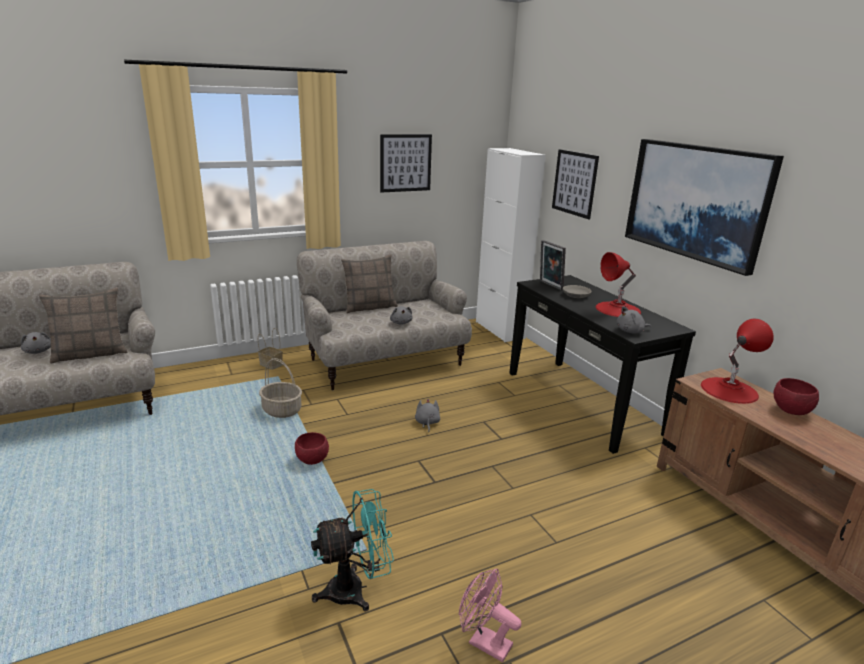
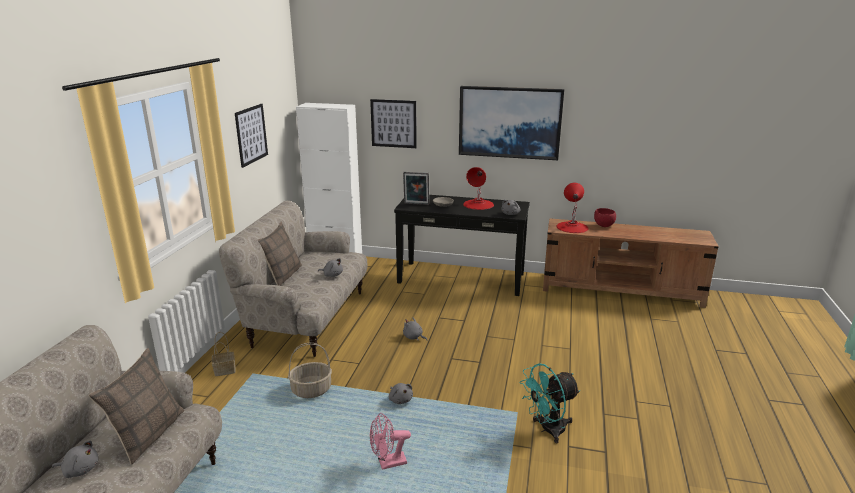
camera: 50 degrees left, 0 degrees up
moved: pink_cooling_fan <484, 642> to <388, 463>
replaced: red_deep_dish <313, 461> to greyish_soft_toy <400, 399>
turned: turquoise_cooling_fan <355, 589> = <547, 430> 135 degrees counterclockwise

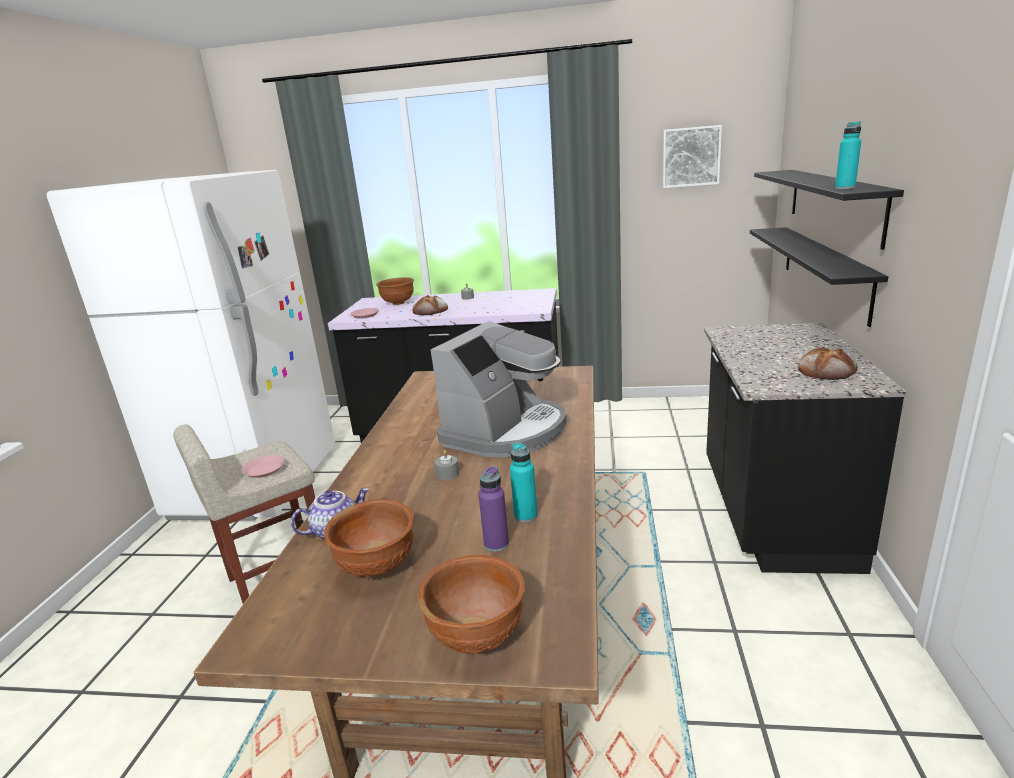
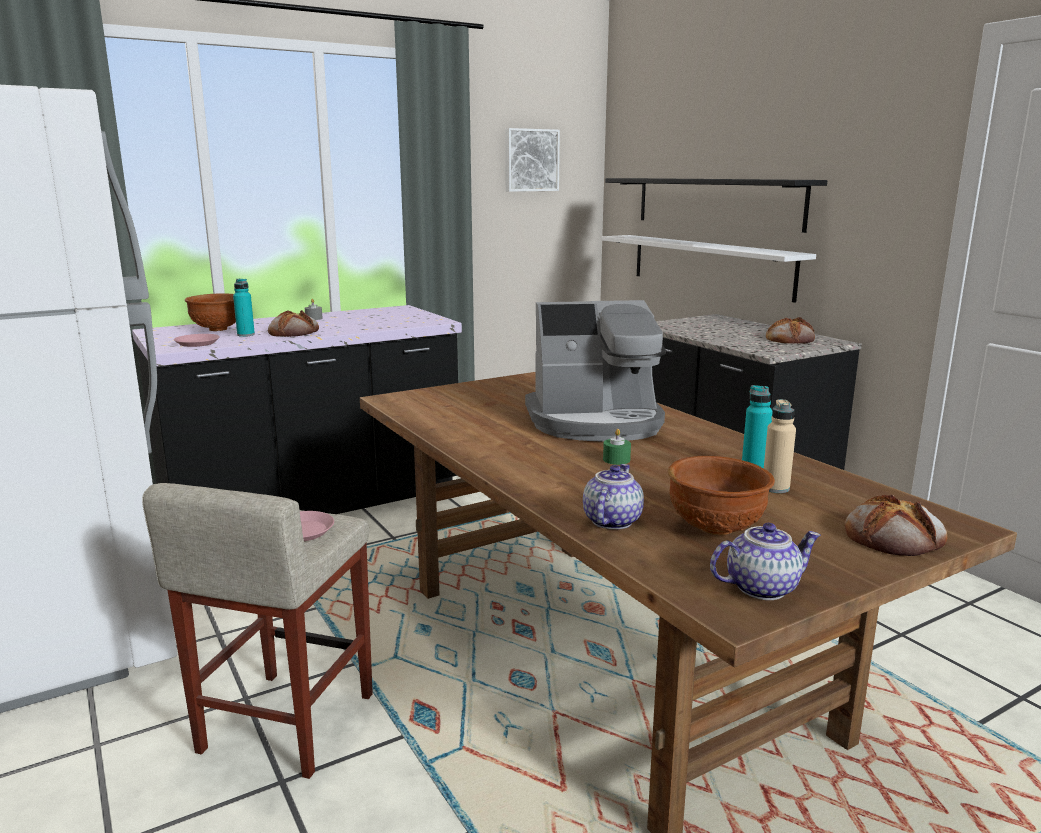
camera: 40 degrees left, 5 degrees down
added: teapot <761, 587>
moved: turquoise_bottle <845, 188> to <246, 335>
replaced: brownish_deep_dish <478, 636> to bakery_bread <894, 536>
recoloured: greyish_wax_light <447, 474> to green_wax_light <616, 459>; purplish_bottle <496, 544> to sand-coloured_bottle <775, 488>; black-coloured_shelf <824, 270> to white_shelf <709, 265>
turned: coffee_brewer <506, 431> = <596, 422> 90 degrees clockwise

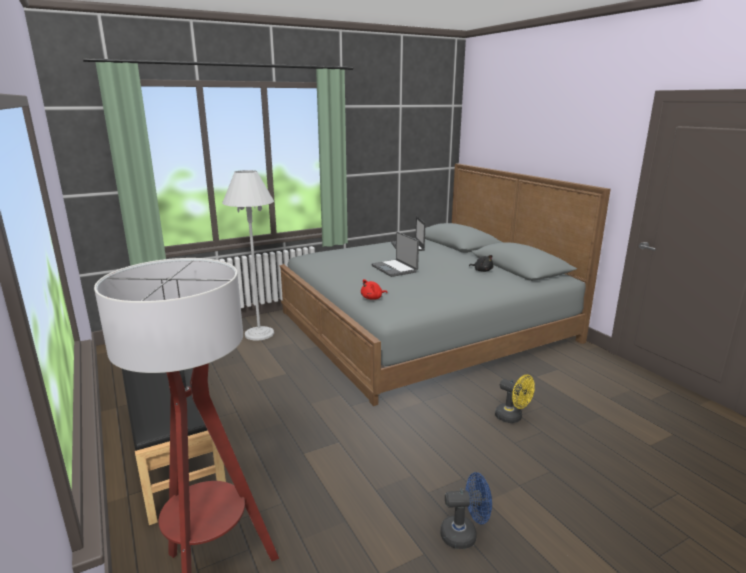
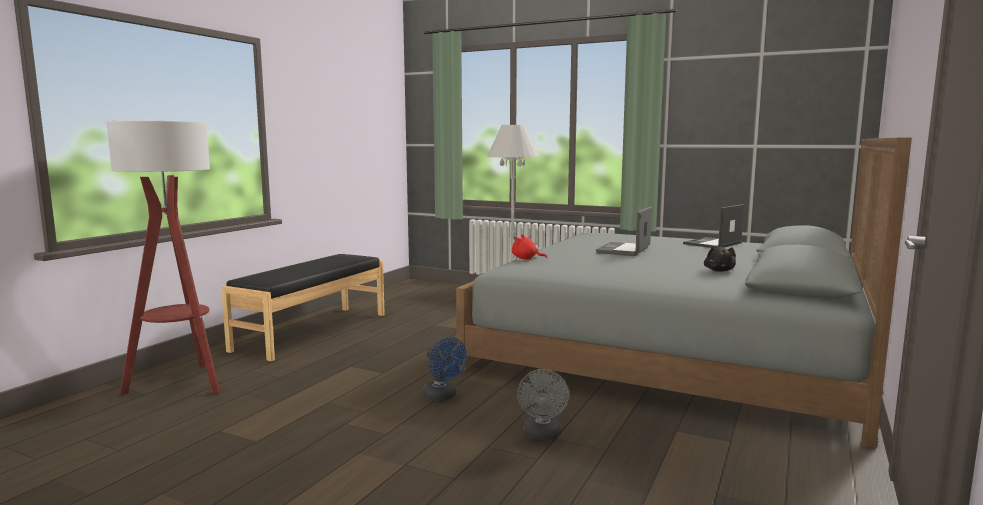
camera: 55 degrees right, 10 degrees down
moved: blue-coloured_cooling_fan <464, 534> to <443, 397>
recoloured: yellow-coloured_cooling_fan <512, 417> to greyish_cooling_fan <542, 435>

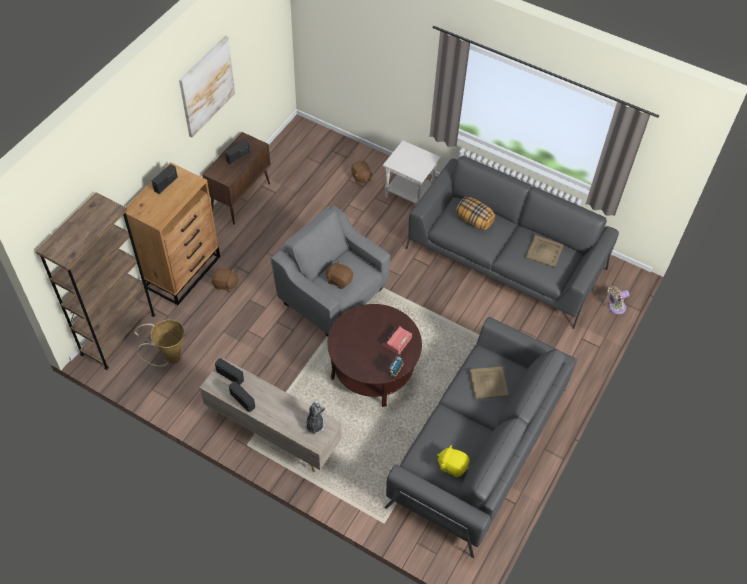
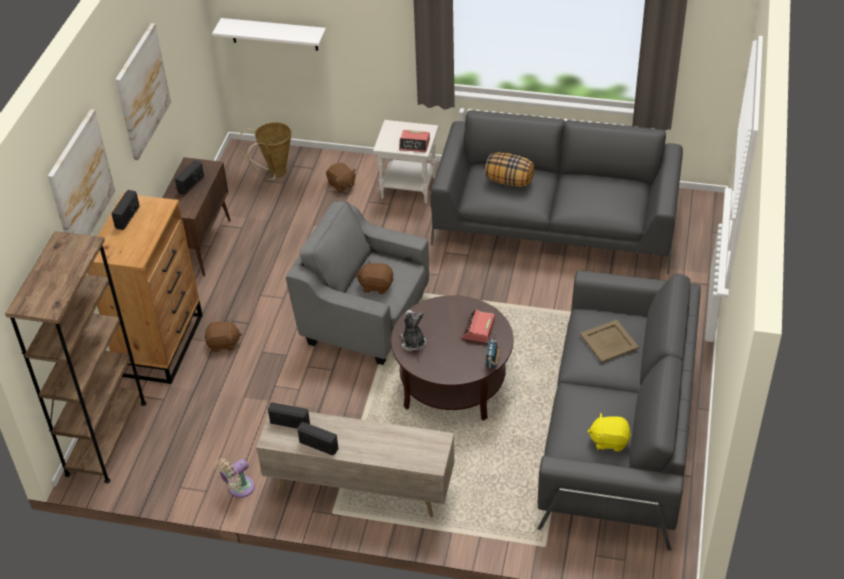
camera: 15 degrees left, 10 degrees down
removed: sand-coloured_tray <545, 251>
added: wall_picture <80, 183>; white_shelf <274, 34>; bedside_clock <414, 144>
moved: household_basket <170, 358> to <274, 174>; soft_toy <314, 424> to <413, 342>; sand-coloured_cooling_fan <615, 307> to <239, 488>

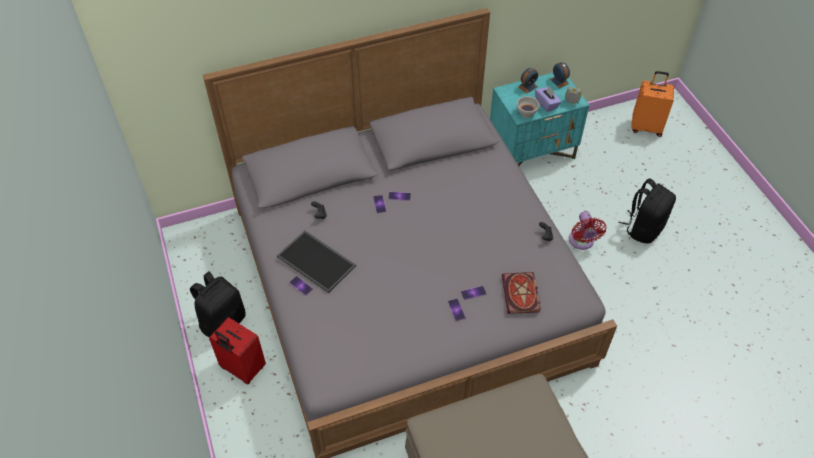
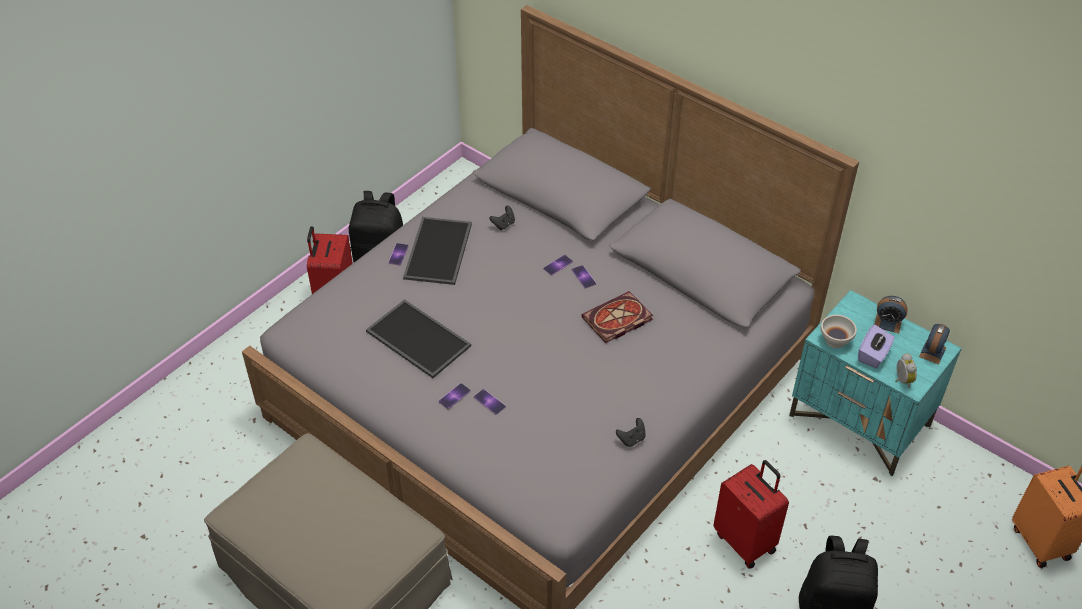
camera: 60 degrees right, 5 degrees down
added: tray <416, 339>
moved: bound_book <521, 295> to <616, 320>
replaced: red_cooling_fan <581, 242> to red_travel_case <746, 541>

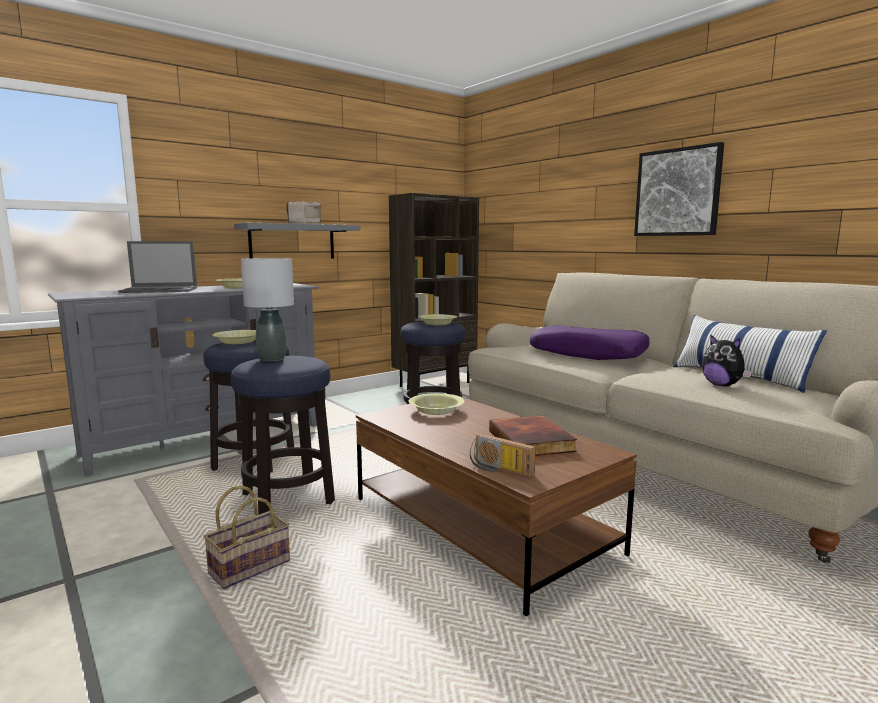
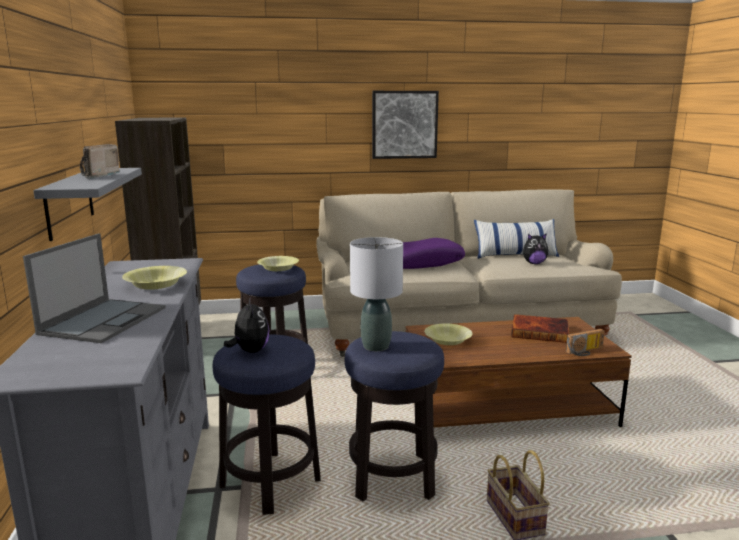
camera: 60 degrees left, 5 degrees up
replaced: yellow-coloured_deep_dish <238, 342> to soft_toy <250, 351>

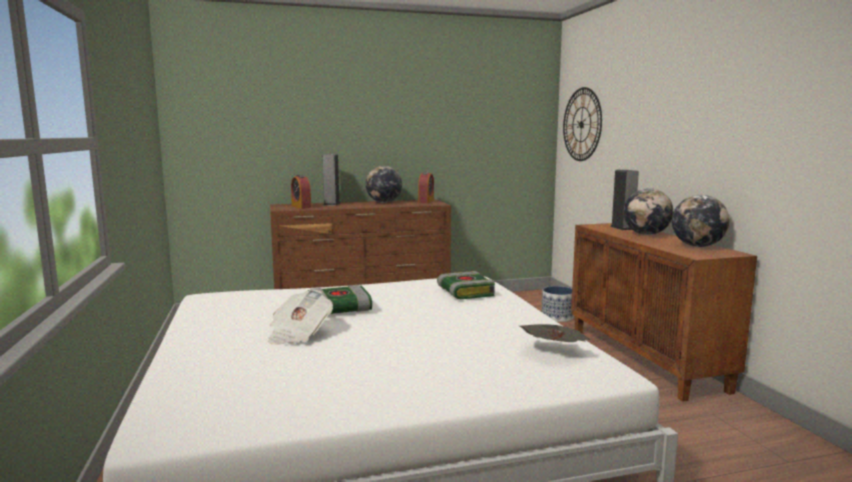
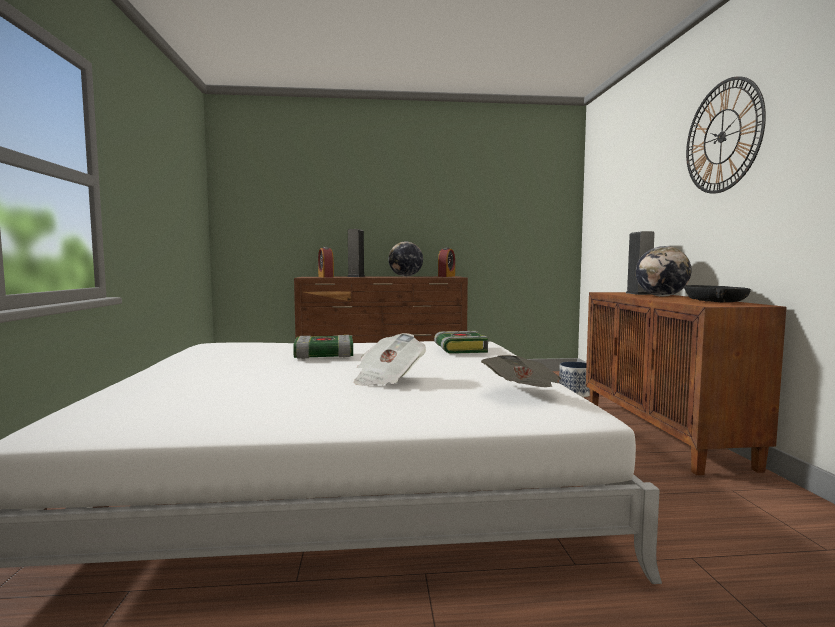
camera: 10 degrees right, 5 degrees down
moved: printed_paper <298, 334> to <387, 379>; clock_on_the_wall <581, 124> to <722, 137>
replaced: globe <697, 246> to black-coloured_deep_dish <715, 301>

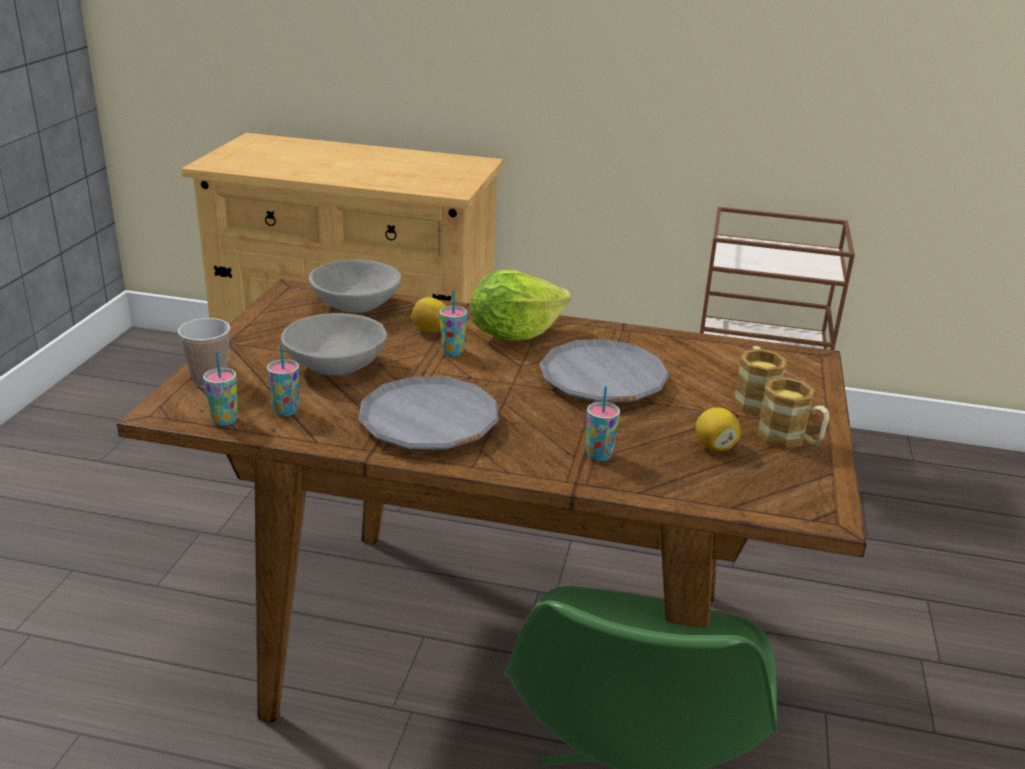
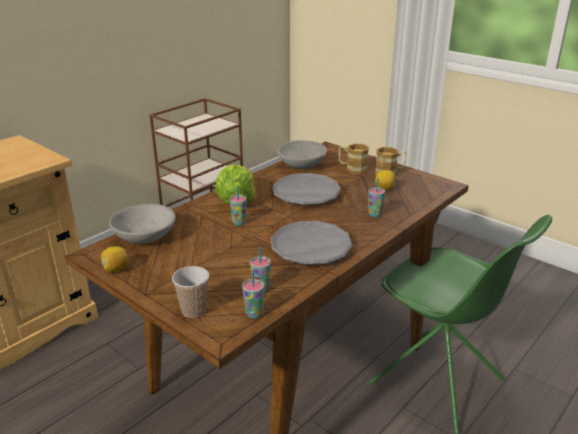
camera: 60 degrees left, 0 degrees up
moved: greyish_deep_dish <335, 366> to <302, 165>; lemon <430, 330> to <116, 269>

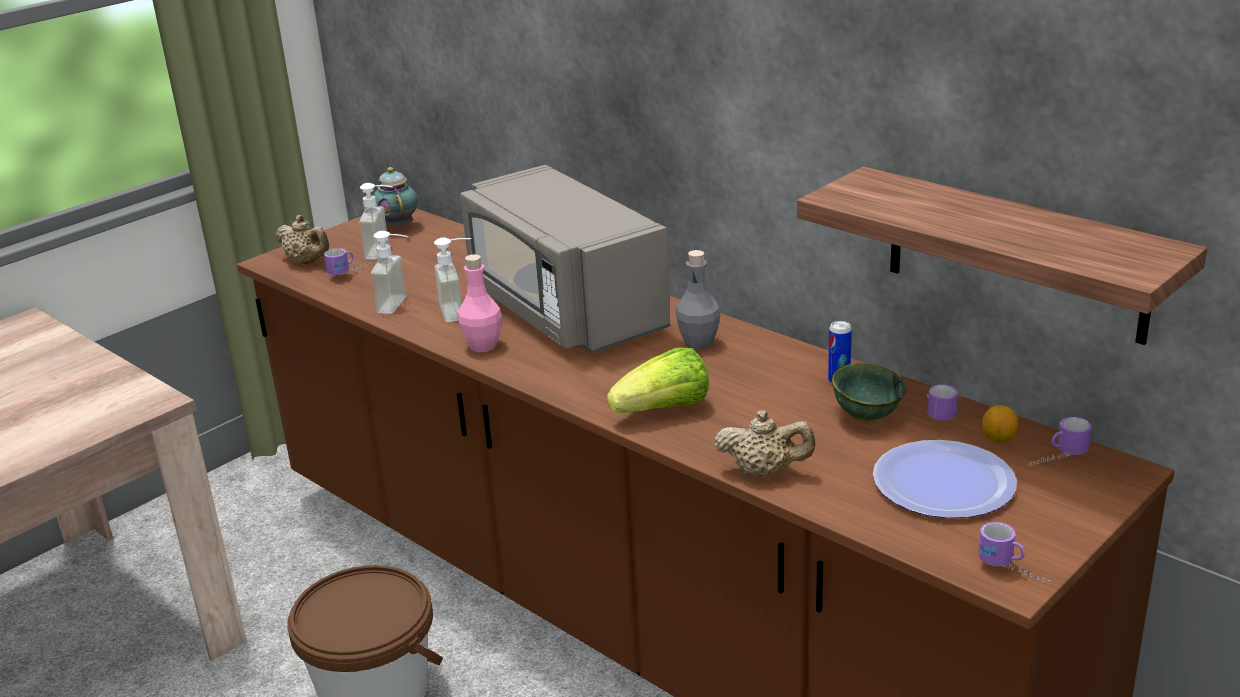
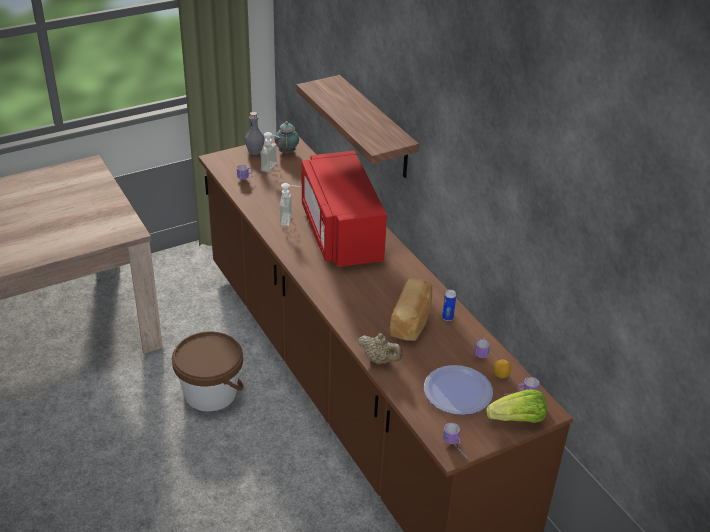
camera: 15 degrees right, 10 degrees up
removed: sand-coloured_teapot <307, 262>; soap_dispenser <400, 305>; pink_bottle <483, 346>; green_deep_dish <866, 416>
added: bakery_bread <412, 321>
moved: lettuce <664, 410> to <518, 420>; greyish_bottle <698, 343> to <255, 151>; shelf <1015, 254> to <376, 128>
recoloured: greyish_microwave_oven <564, 310> to red_microwave_oven <341, 233>

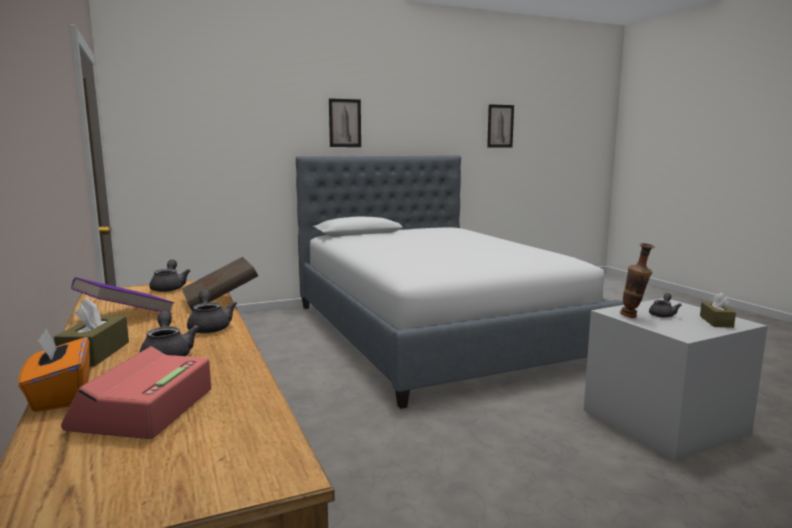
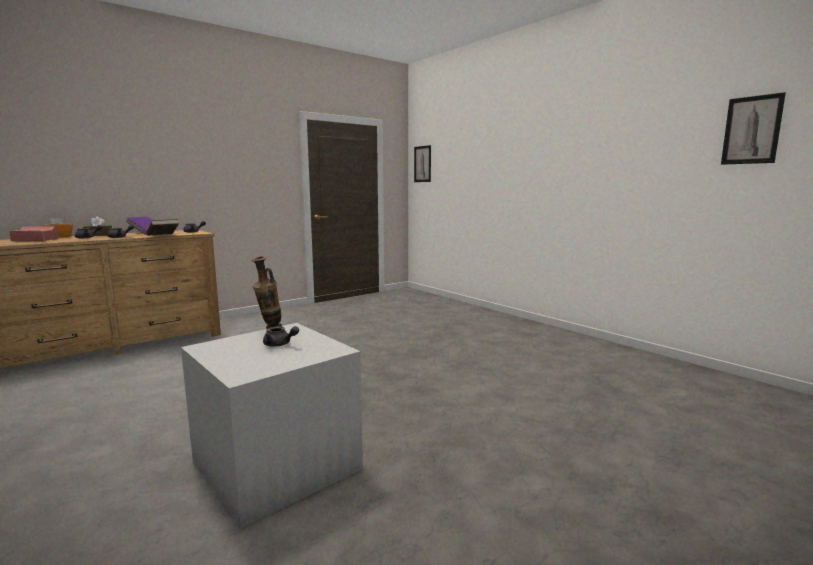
camera: 75 degrees right, 0 degrees up
removed: sleeping_bed <434, 332>; brownish_tissue_holder <716, 321>
moved: wall_picture <345, 123> to <422, 164>

